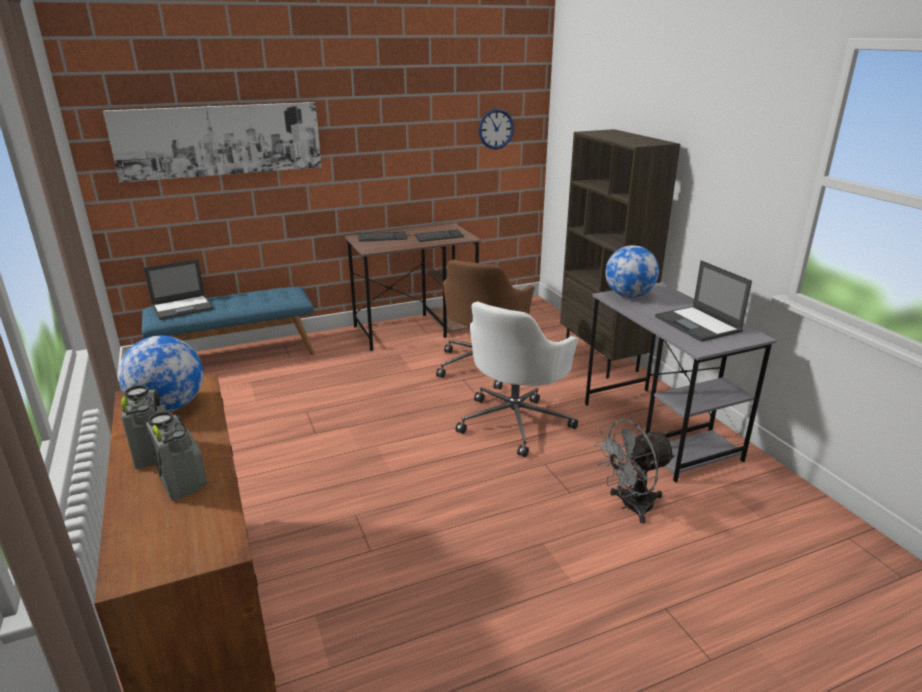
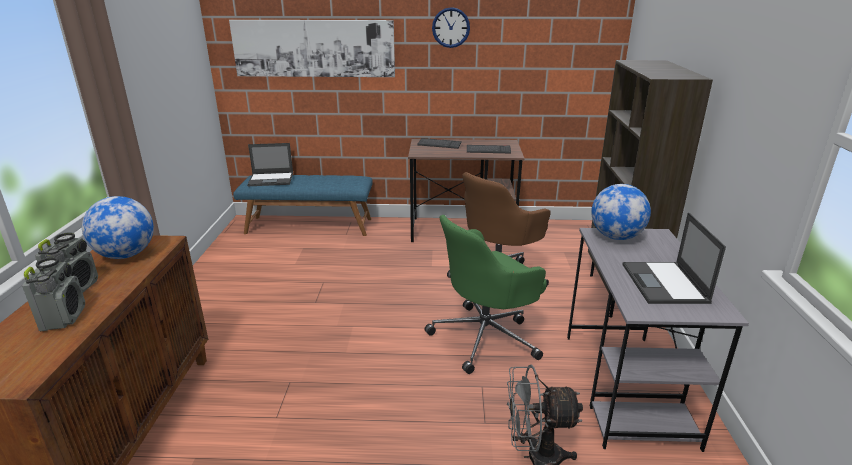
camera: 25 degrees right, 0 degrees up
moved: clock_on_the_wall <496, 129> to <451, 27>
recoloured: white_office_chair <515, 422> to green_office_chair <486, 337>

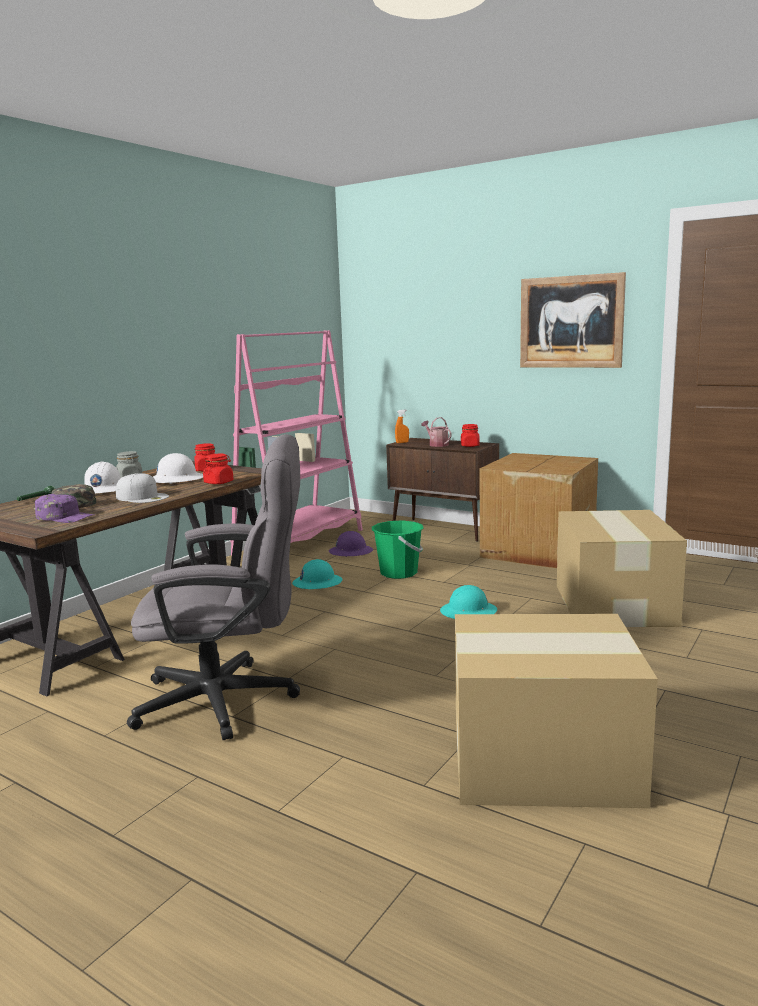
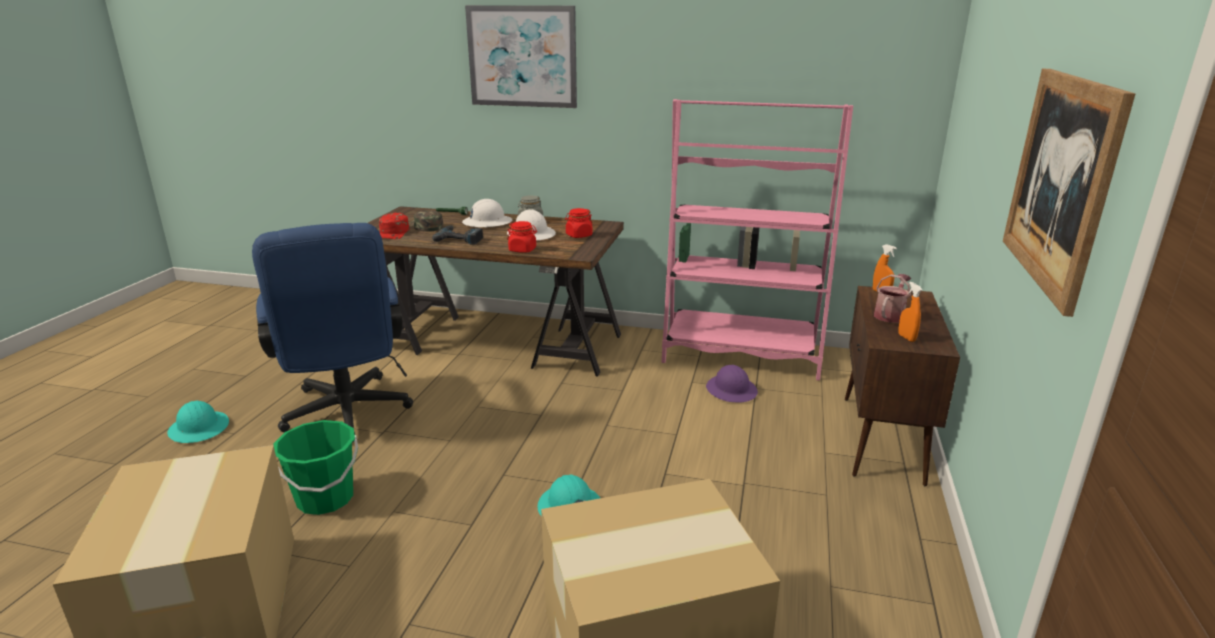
camera: 70 degrees right, 10 degrees up
removed: cardboard_box <536, 550>
added: wall_picture <522, 56>
moved: turquoise_hard_hat <317, 583> to <199, 428>; green_water_bucket <398, 573> to <325, 499>
replaced: white_cap <143, 497> to drill <460, 239>; red_storage_jar <470, 446> to orange-coloured_hand_sprayer <906, 338>
recoloured: purplish_cap <65, 517> to red_cap <393, 233>; greyish_office_chair <232, 700> to blue-coloured_office_chair <347, 416>

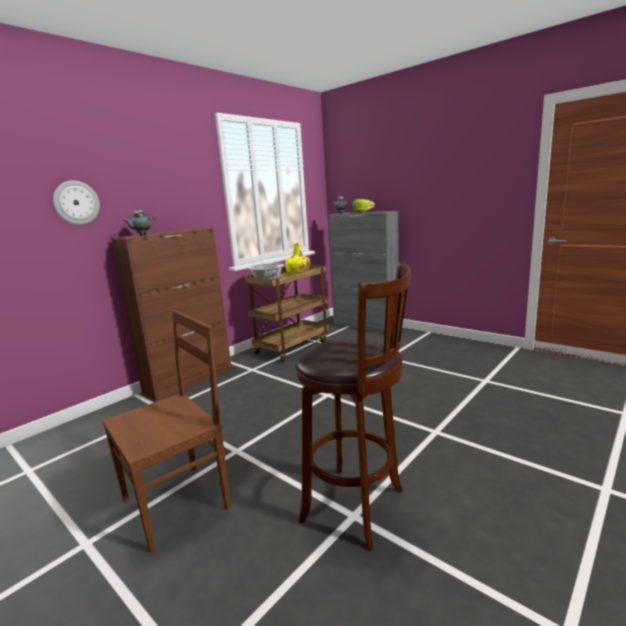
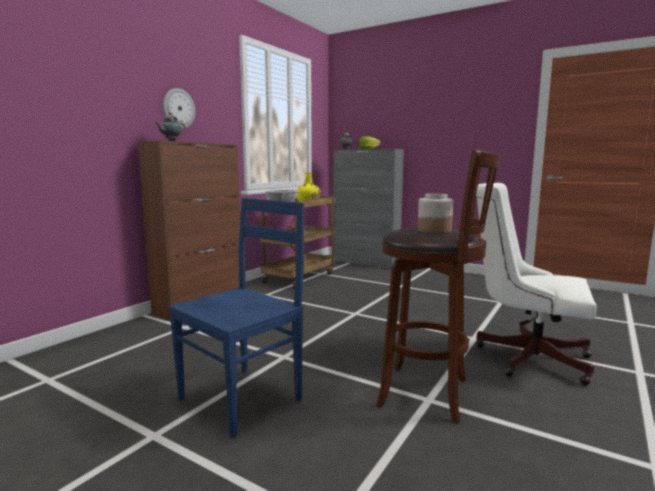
camera: 10 degrees left, 5 degrees down
added: storage_jar <434, 230>; white_office_chair <525, 356>
moved: clock_on_the_wall <76, 203> to <178, 108>
recoloured: brownish_upright_chair <179, 502> to blue-coloured_upright_chair <243, 398>

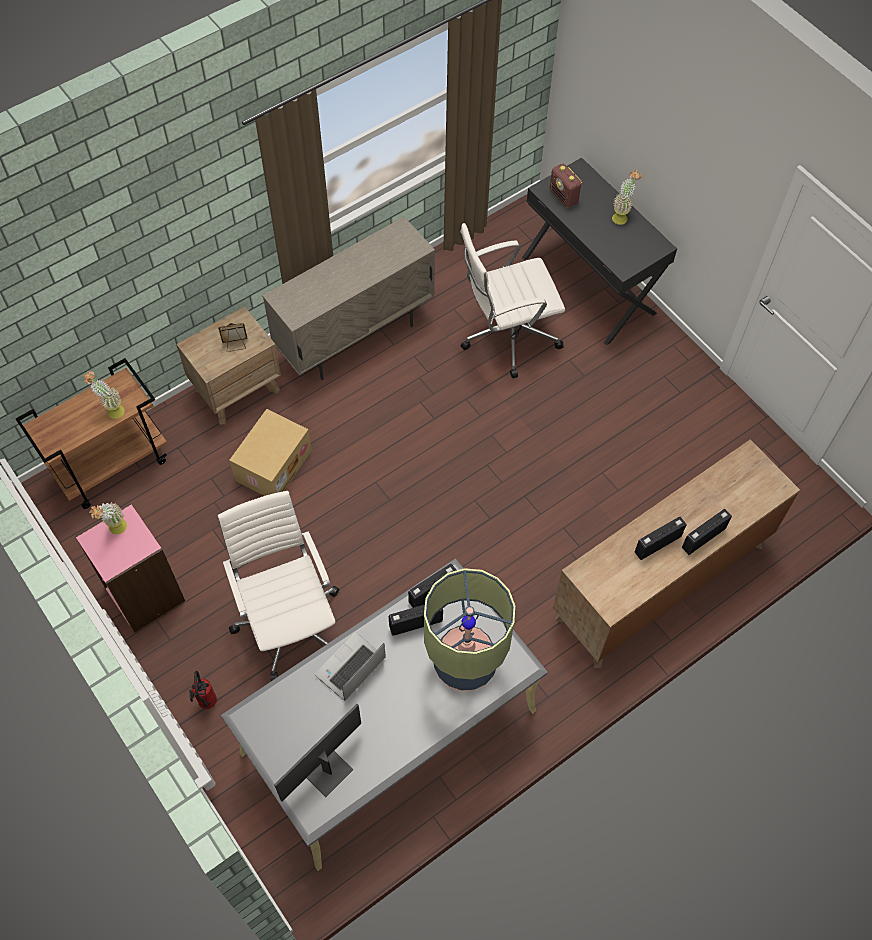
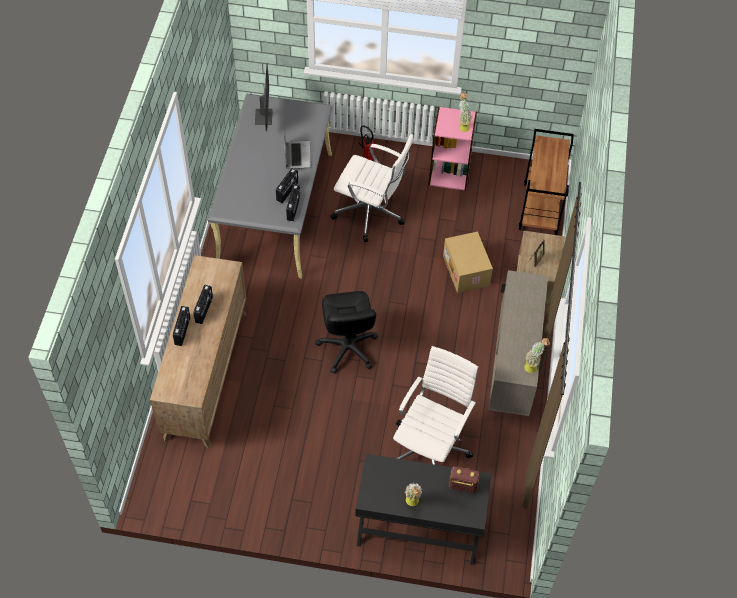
camera: 135 degrees right, 5 degrees down
removed: tabletop_lamp <465, 662>
added: black-coloured_office_chair <347, 348>
moved: plant_in_a_pot <111, 410> to <533, 366>

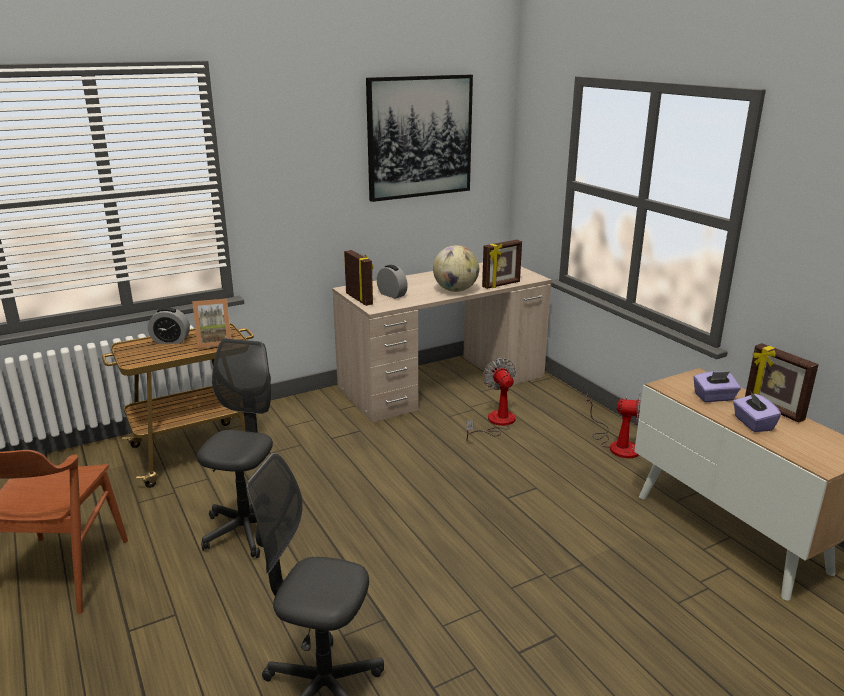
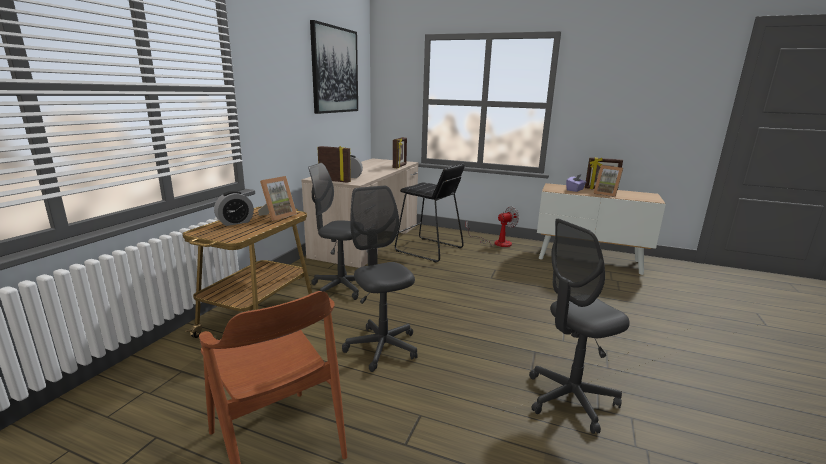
camera: 40 degrees left, 5 degrees down
removed: globe <455, 290>
added: greyish_office_chair <340, 288>
replaced: cooling_fan <496, 423> to black-coloured_stool <428, 249>; purplish_tissue_holder <752, 423> to photo_frame <606, 194>

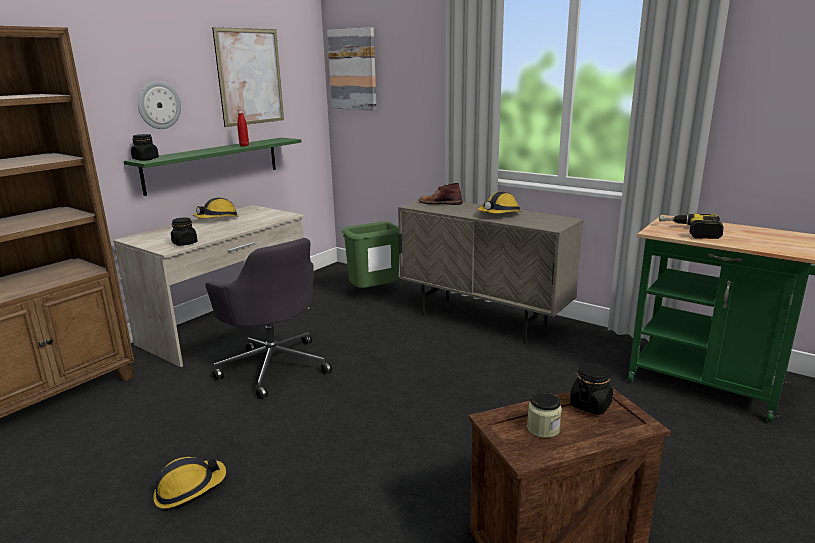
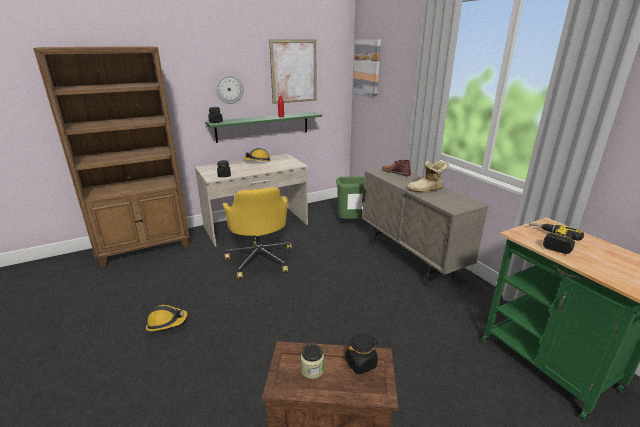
camera: 25 degrees right, 5 degrees up
replaced: hard_hat <499, 215> to boot <426, 190>
recoloured: greyish_office_chair <274, 366> to yellow-coloured_office_chair <260, 259>

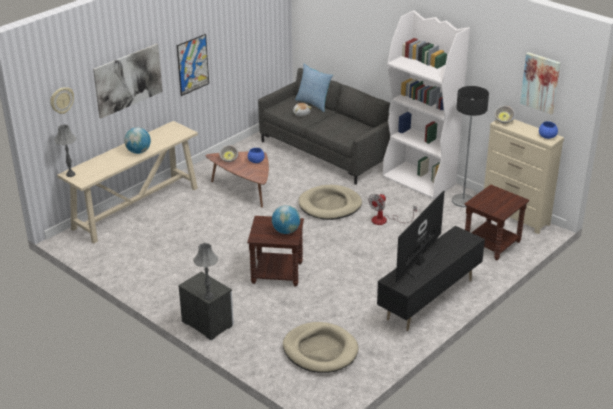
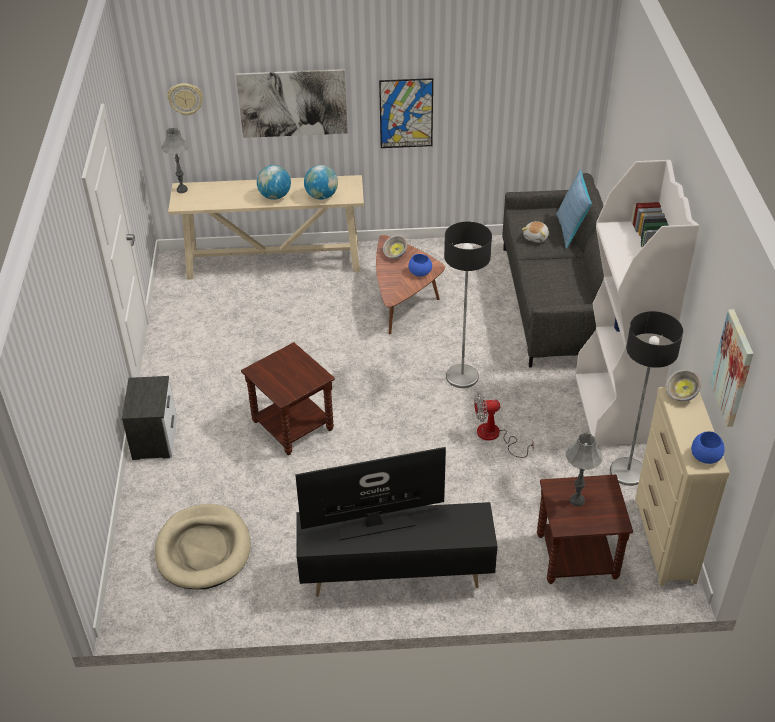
camera: 45 degrees right, 10 degrees up
moved: greyish_tabletop_lamp <208, 296> to <577, 500>; globe <286, 231> to <321, 196>
replaced: sand-coloured_dog_cushion <330, 205> to standard_lamp <462, 377>

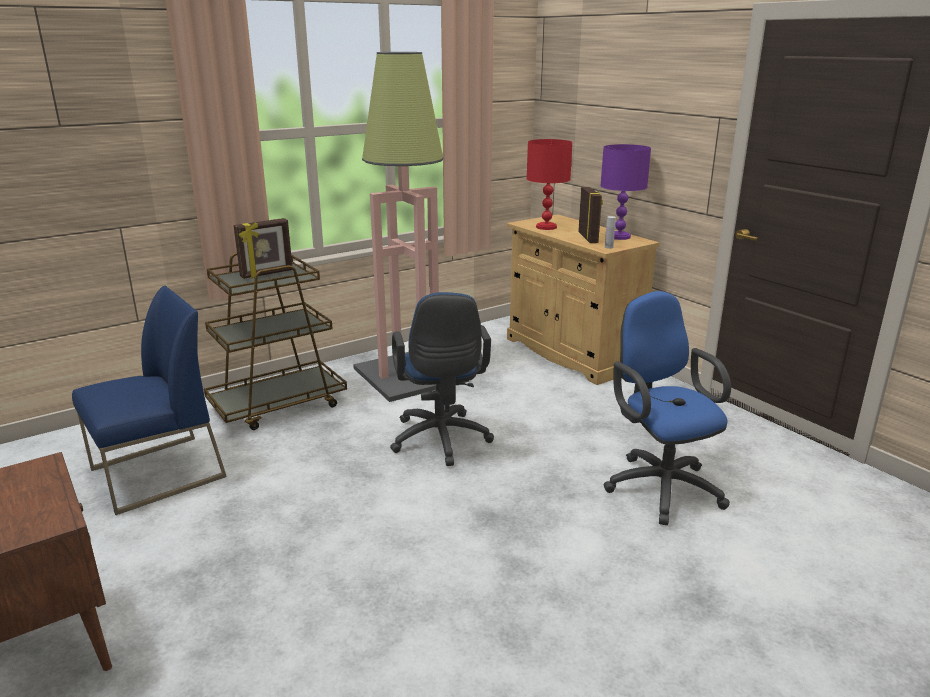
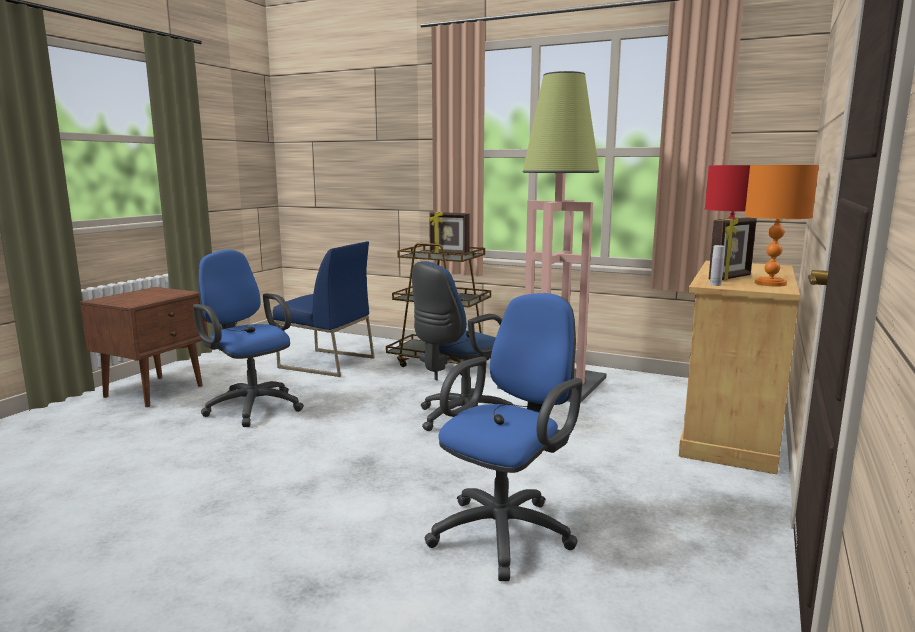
camera: 60 degrees right, 10 degrees down
added: blue-coloured_office_chair <251, 406>
recoloured: purplish_tabletop_lamp <619, 237> to orange-coloured_tabletop_lamp <770, 283>

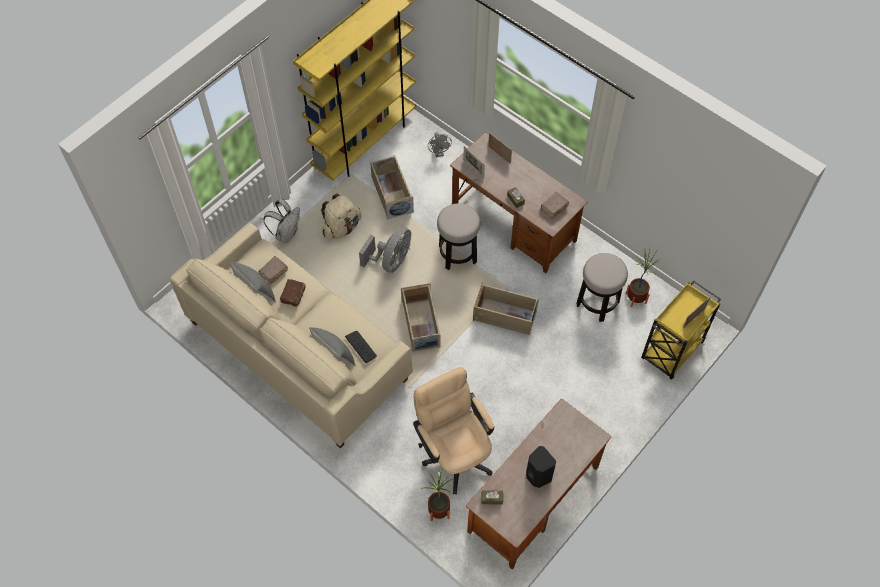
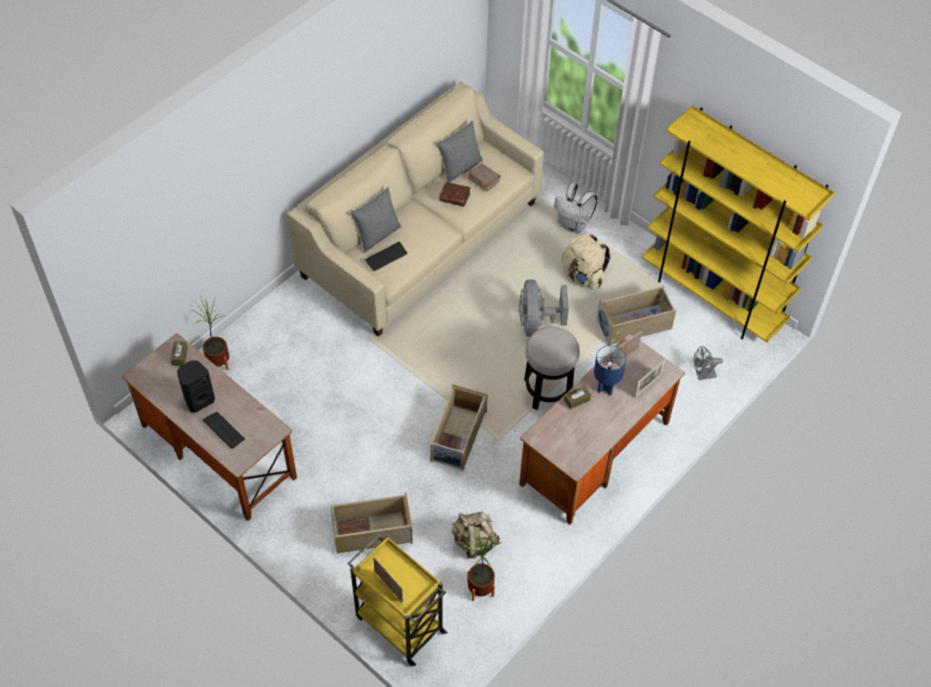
camera: 90 degrees right, 5 degrees down
removed: sand-coloured_office_chair <454, 452>; brownish_bound_book <553, 208>
added: PC_keyboard <224, 430>; blue-coloured_tabletop_lamp <606, 388>
moved: sand-coloured_storage_box <421, 325> to <371, 532>
replaced: stool <597, 303> to sand-coloured_knapsack <474, 542>
turned: greyish_cooling_fan <391, 261> = <536, 323> 60 degrees clockwise

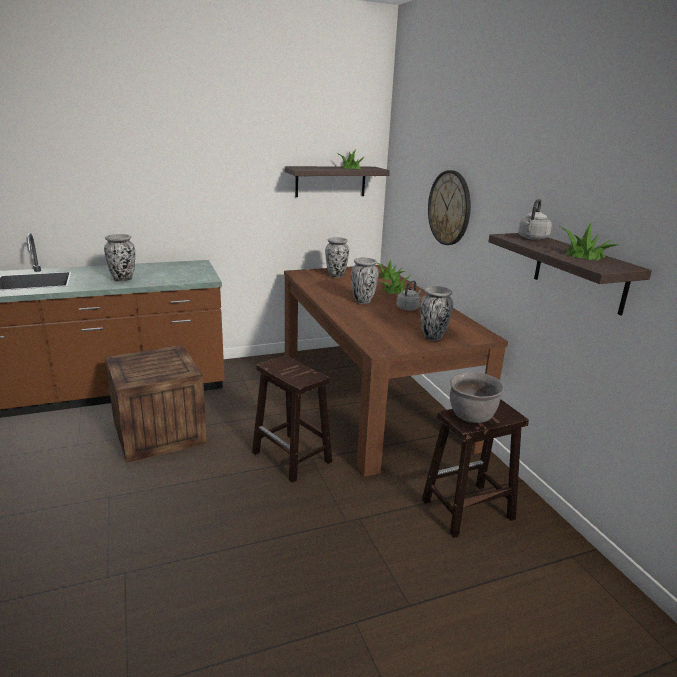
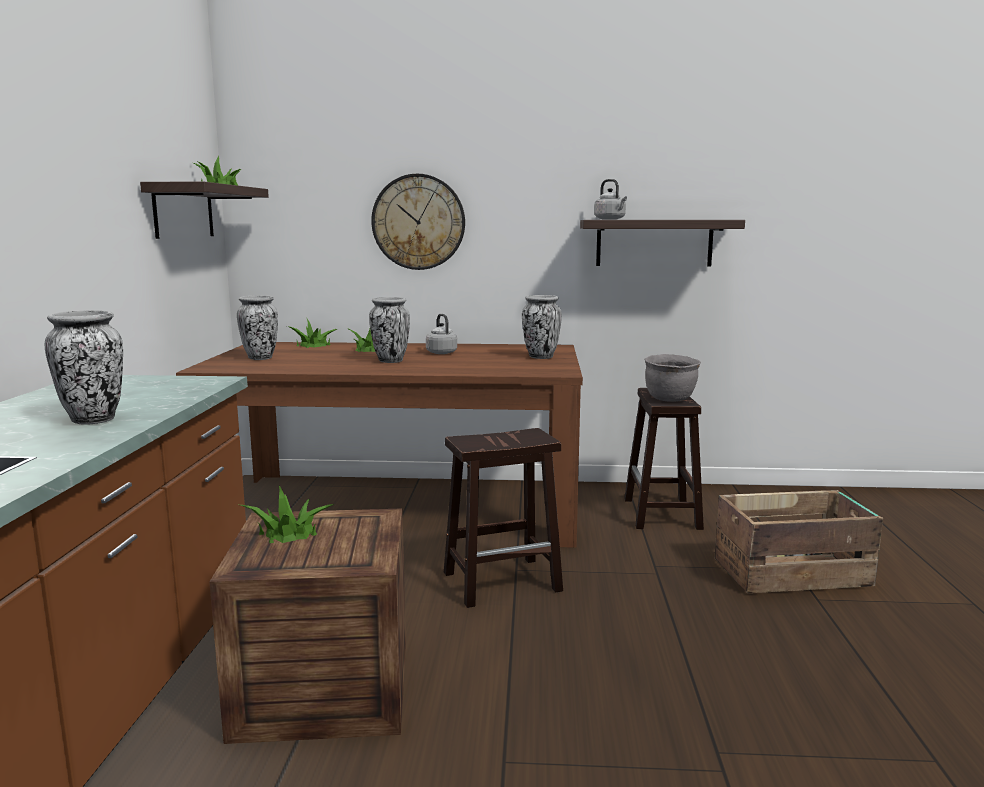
camera: 65 degrees left, 10 degrees down
added: packing_crate <794, 573>
moved: plant_in_a_pot <584, 255> to <288, 532>

